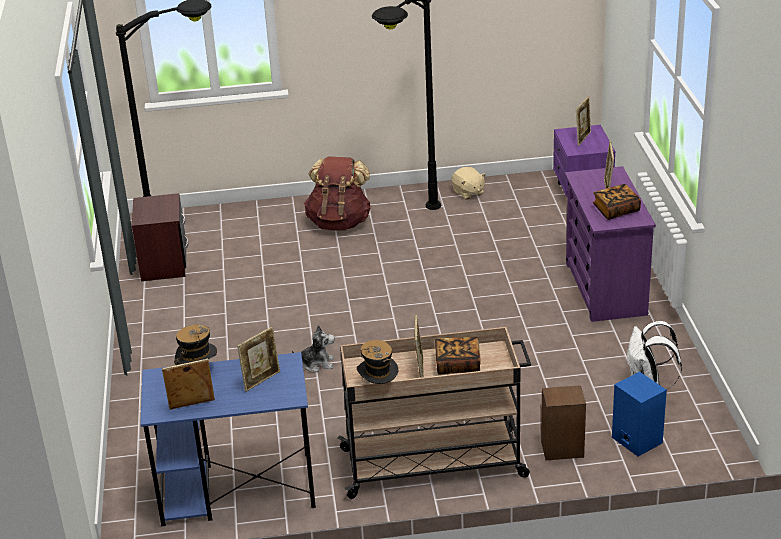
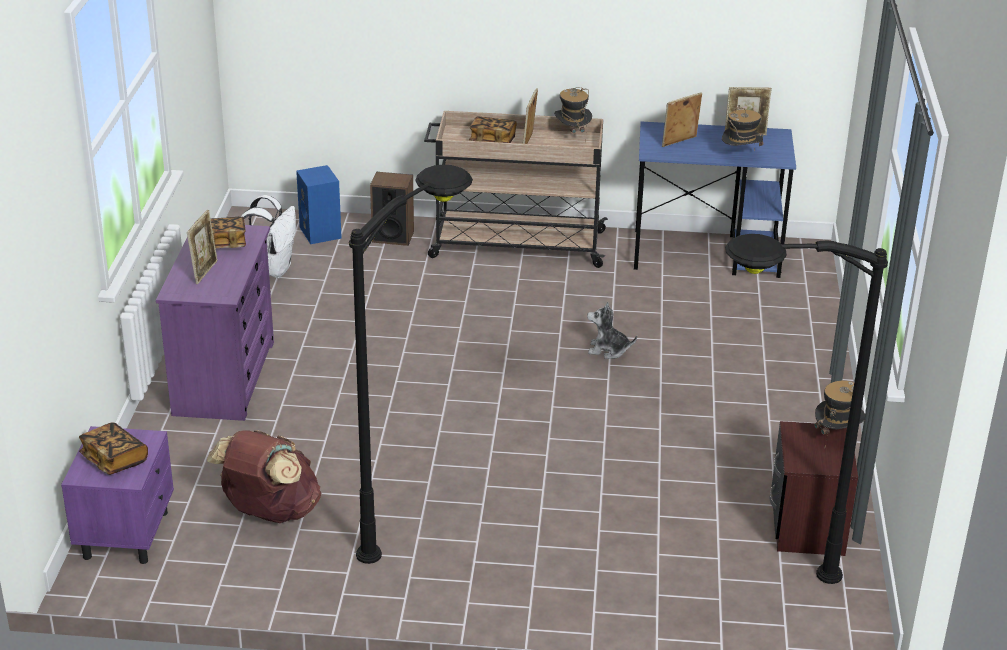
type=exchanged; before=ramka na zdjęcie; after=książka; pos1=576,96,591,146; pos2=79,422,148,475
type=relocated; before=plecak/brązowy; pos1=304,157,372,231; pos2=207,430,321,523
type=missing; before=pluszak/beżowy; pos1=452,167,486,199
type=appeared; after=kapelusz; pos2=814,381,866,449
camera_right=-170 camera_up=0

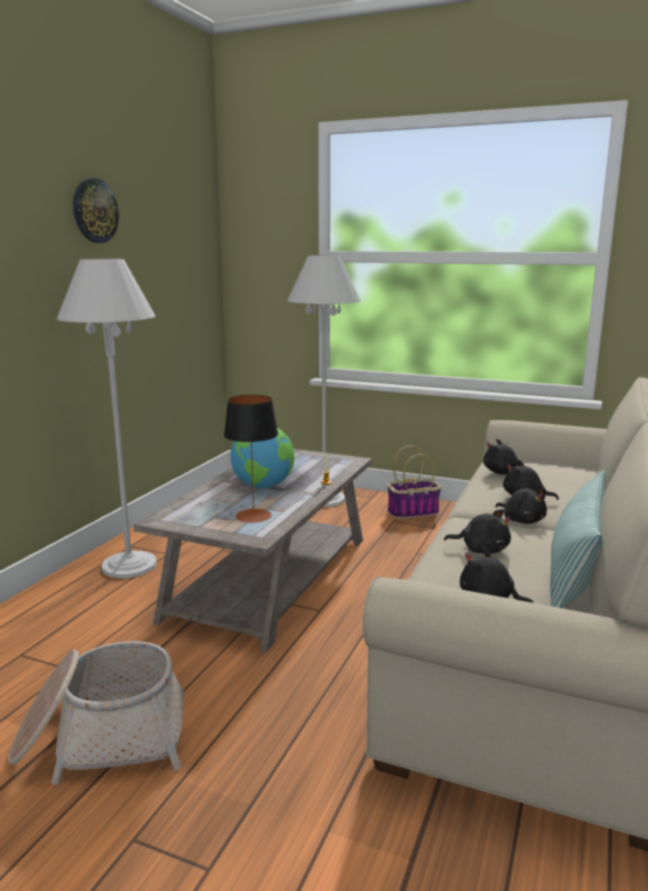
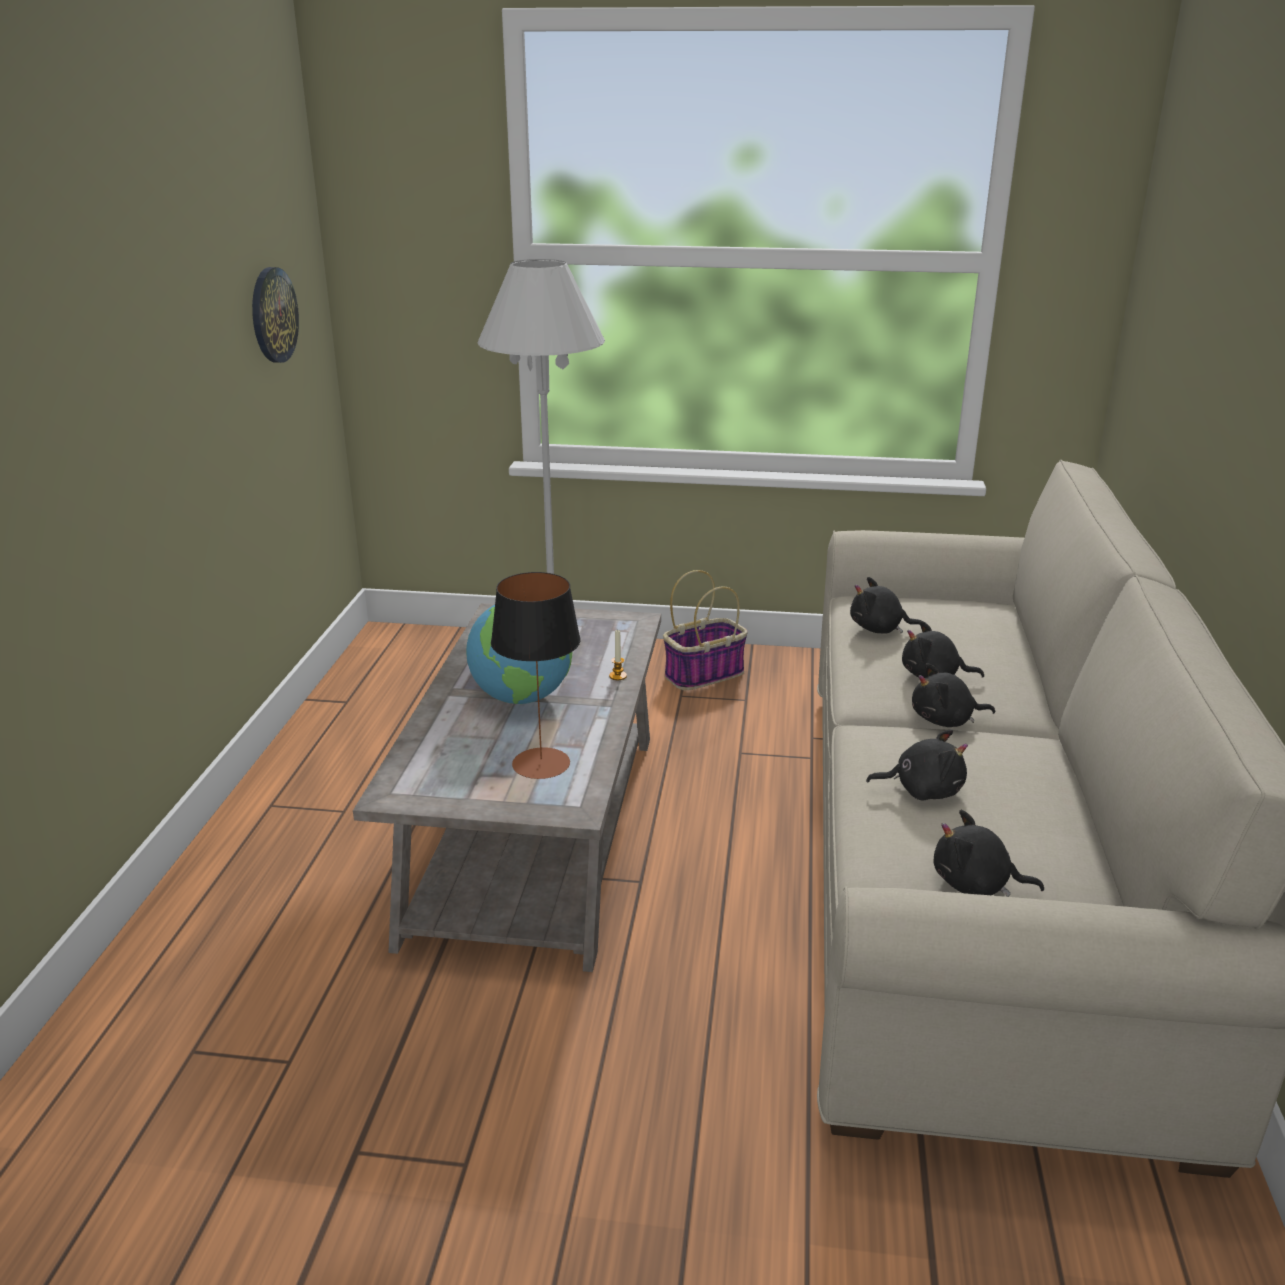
type=relocated; before=zegar ścienny; pos1=73,178,119,243; pos2=252,267,299,363
type=missing; before=lampa stojąca/biały; pos1=57,259,157,578
type=missing; before=poduszka; pos1=550,470,606,608
type=spun; before=pluszak/czarny; pos1=495,488,547,524; pos2=912,663,995,727; turn=135
type=missing; before=koszyk; pos1=8,641,185,785
camera_right=-15 camera_up=10

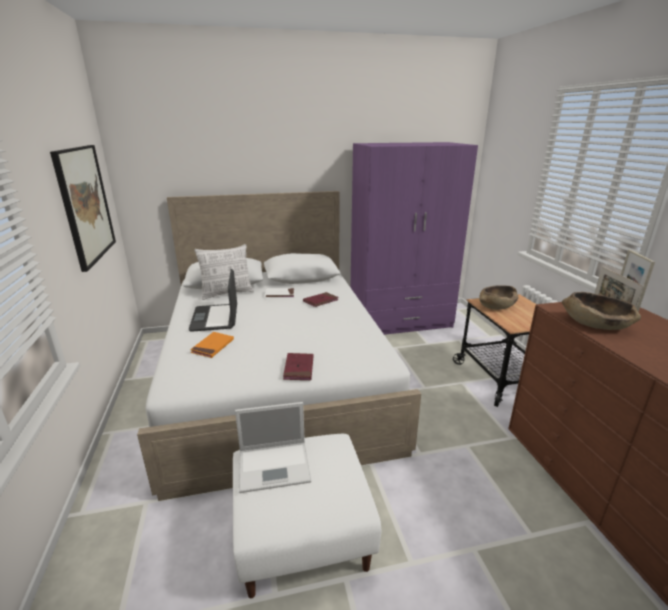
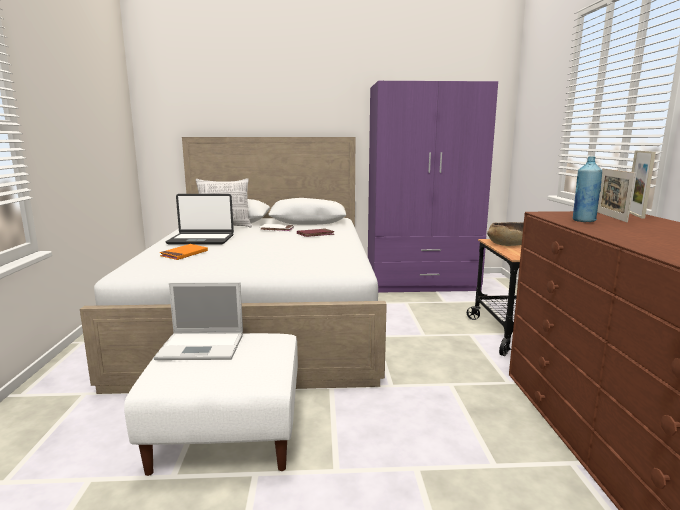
type=missing; before=obraz; pos1=50,145,116,272
type=spun; before=laptop; pos1=189,269,237,332; pos2=165,194,234,244; turn=-90
type=exchanged; before=miska/brązowy; after=butelka/niebieski; pos1=562,292,641,330; pos2=573,156,602,222
type=missing; before=książka/czerwony; pos1=283,353,314,380
camera_right=10 camera_up=-10

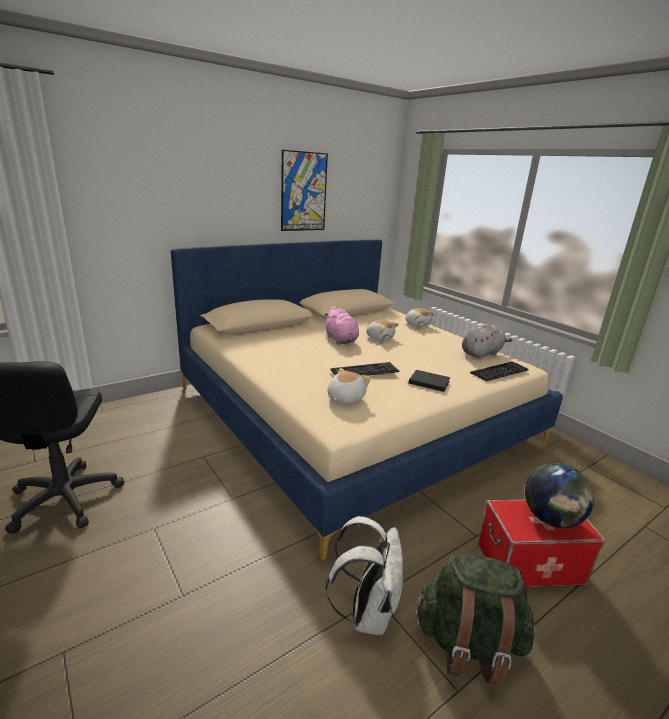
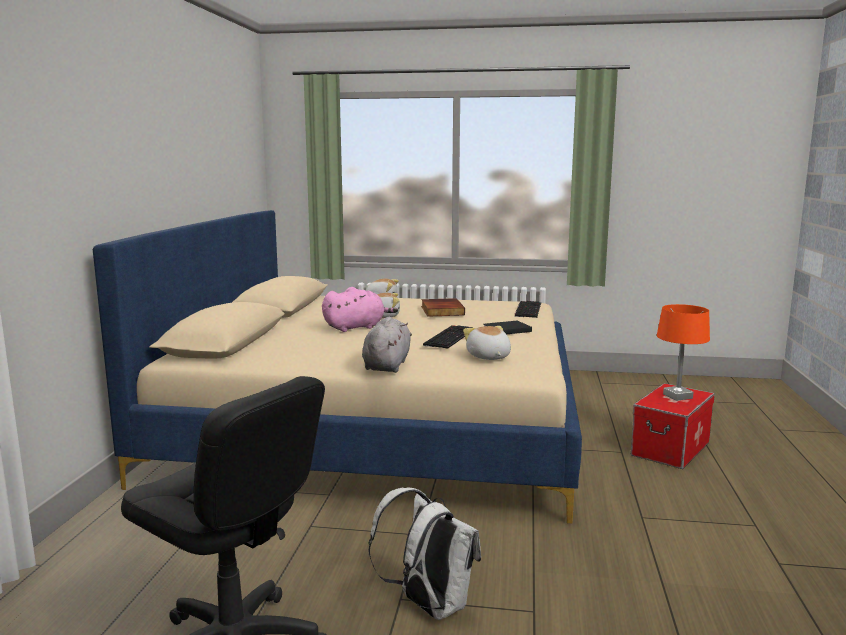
type=missing; before=obraz; pos1=281,150,328,231
type=spun; before=pluszak/różowy; pos1=324,306,359,344; pos2=322,287,398,332; turn=-45
type=relocated; before=pluszak/szary; pos1=462,324,512,359; pos2=362,317,412,373
type=exchanged; before=globus; after=lampa stołowa/pomarańczowy; pos1=525,463,594,528; pos2=657,304,710,401
type=relocated; before=plecak/biały; pos1=326,516,404,635; pos2=369,488,481,620
type=missing; before=plecak/zielony; pos1=415,554,535,684
type=appeared; after=książka; pos2=421,298,465,317
camera_right=-45 camera_up=-10

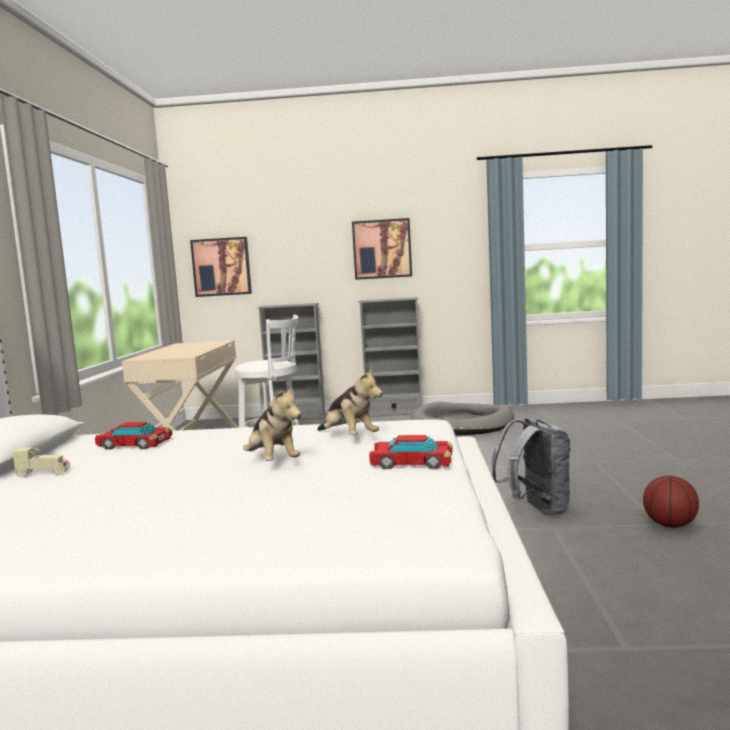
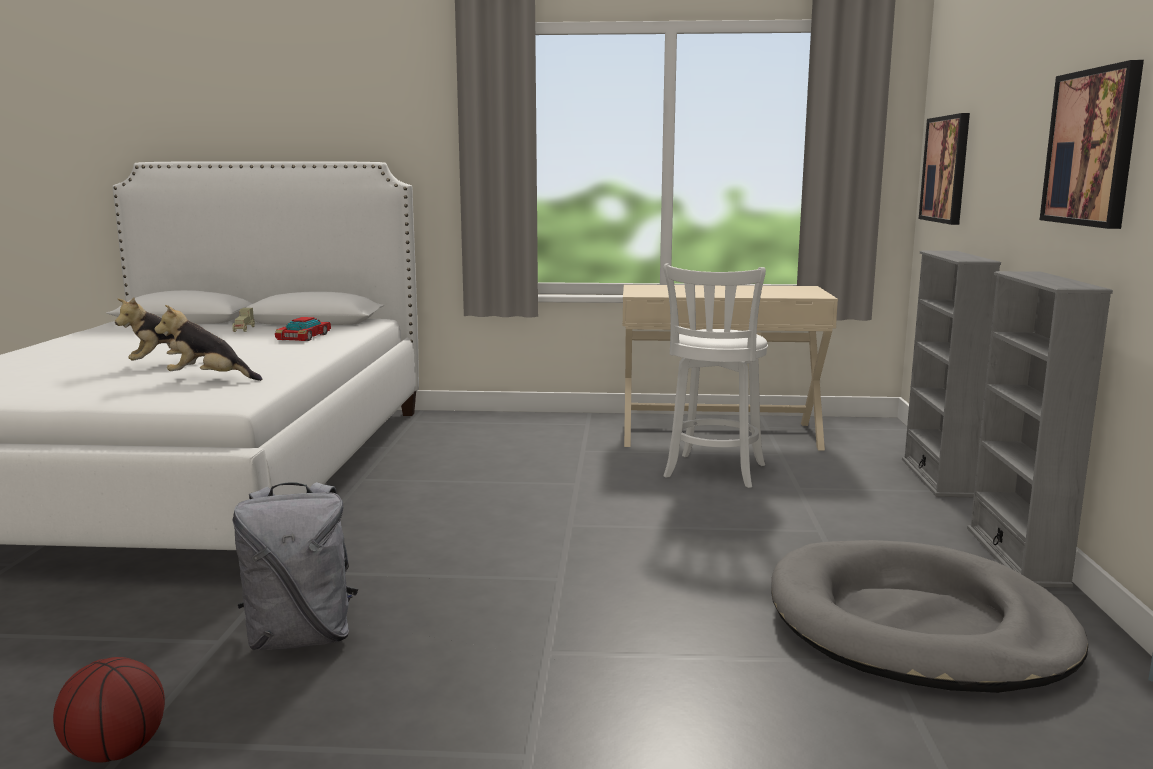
type=spun; before=pluszak; pos1=317,367,383,435; pos2=154,305,262,381; turn=45
type=missing; before=samochodzik; pos1=369,435,453,469
camera_right=90 camera_up=5

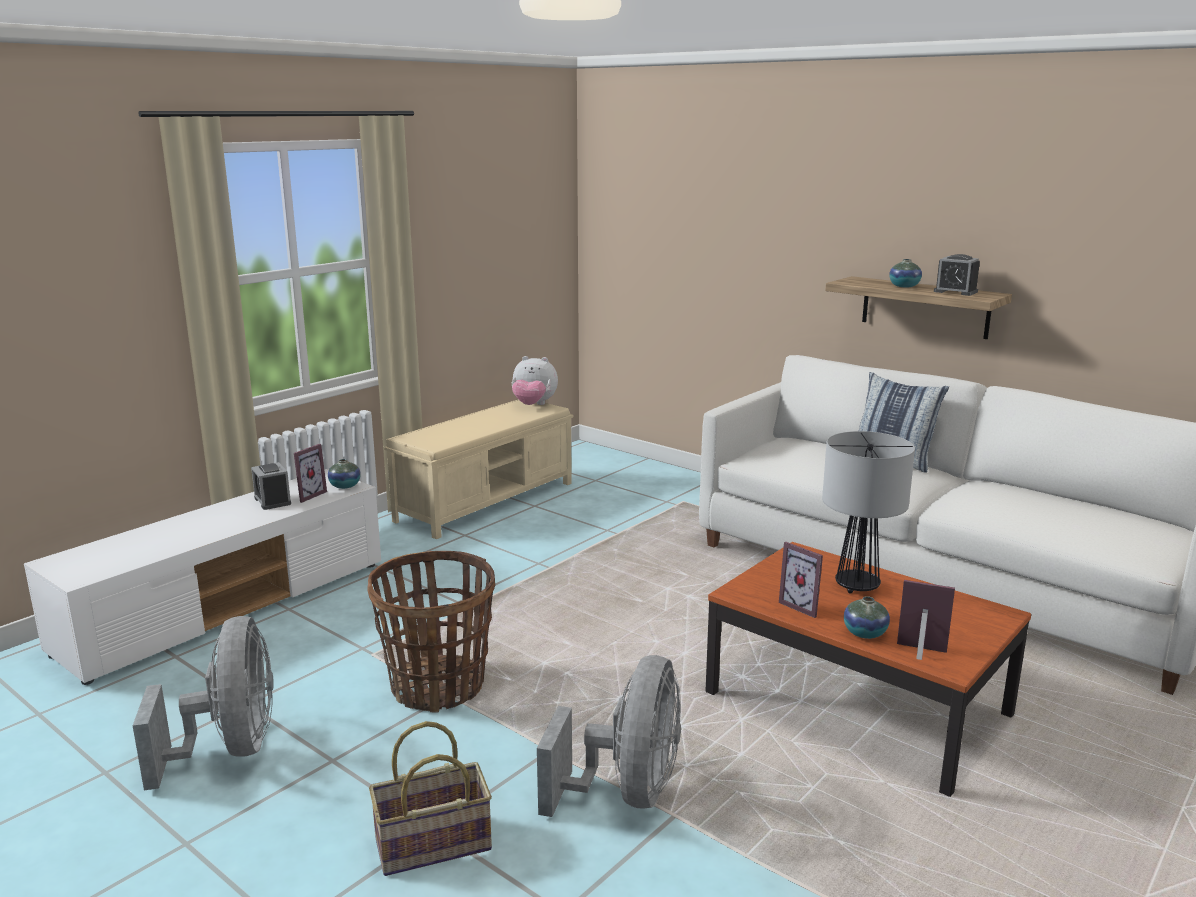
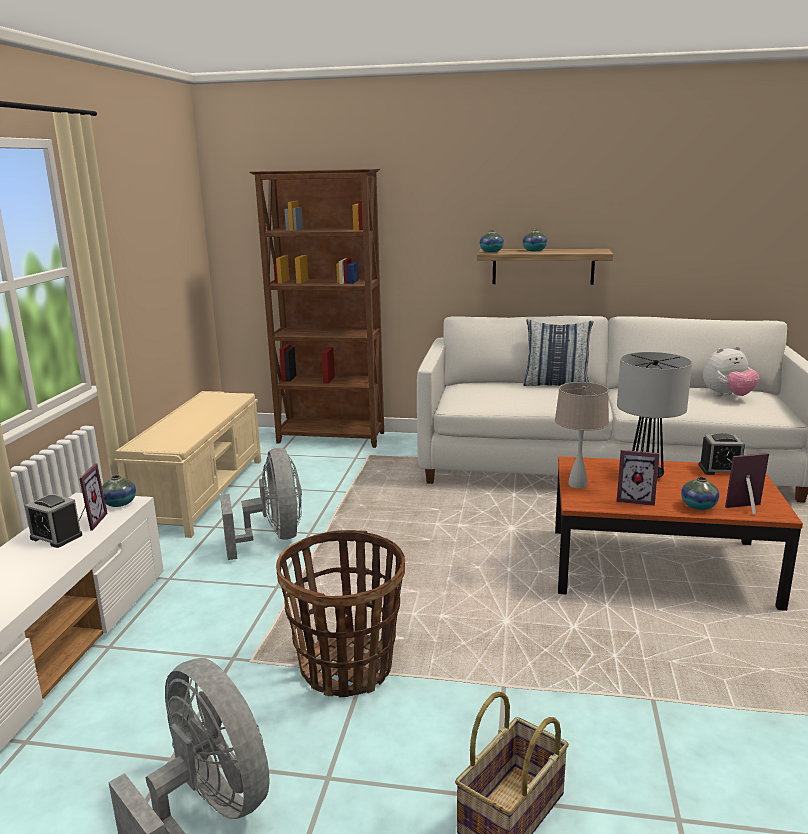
type=relocated; before=budzik; pos1=934,254,980,296; pos2=699,433,745,475
type=relocated; before=pluszak; pos1=512,356,558,405; pos2=703,346,760,396
type=relocated; before=wentylator/szary; pos1=537,655,681,817; pos2=220,448,302,560
type=appeared; after=regał/brązowy; pos2=249,169,384,448
type=appeared; after=wazon; pos2=480,230,504,252
type=appeared; after=lampa stołowa/beżowy; pos2=555,382,609,488
camera_right=-30 camera_up=0

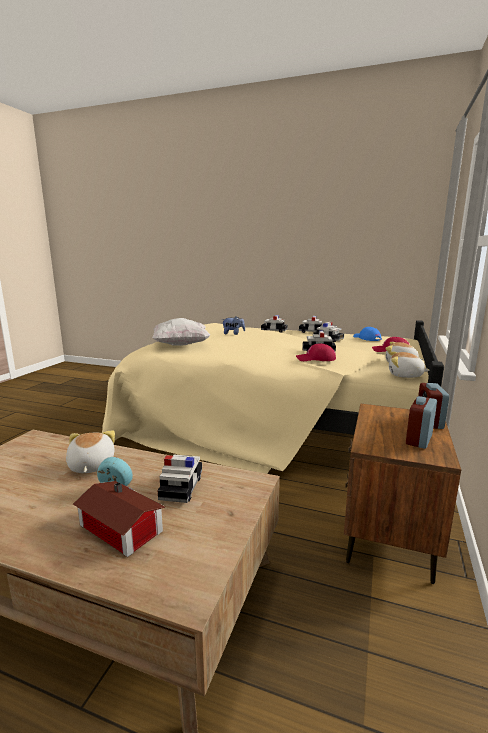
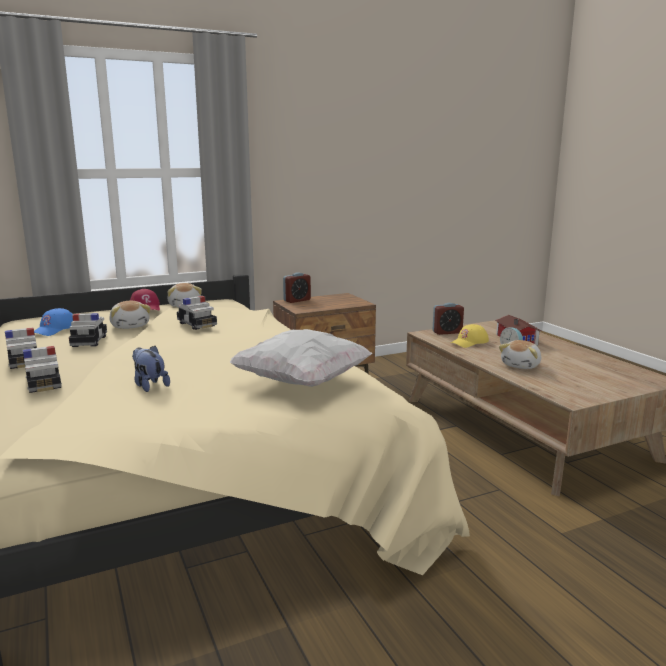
type=missing; before=czapka z daszkiem/czerwony; pos1=296,343,336,361
type=relocated; before=pluszak; pos1=389,351,429,378; pos2=109,301,151,329
type=relocated; before=budzik; pos1=406,396,437,449; pos2=433,303,464,335
type=exchanged; before=samochodzik; after=czapka z daszkiem/żółty; pos1=157,455,202,503; pos2=451,324,489,348
camera_right=-135 camera_up=0

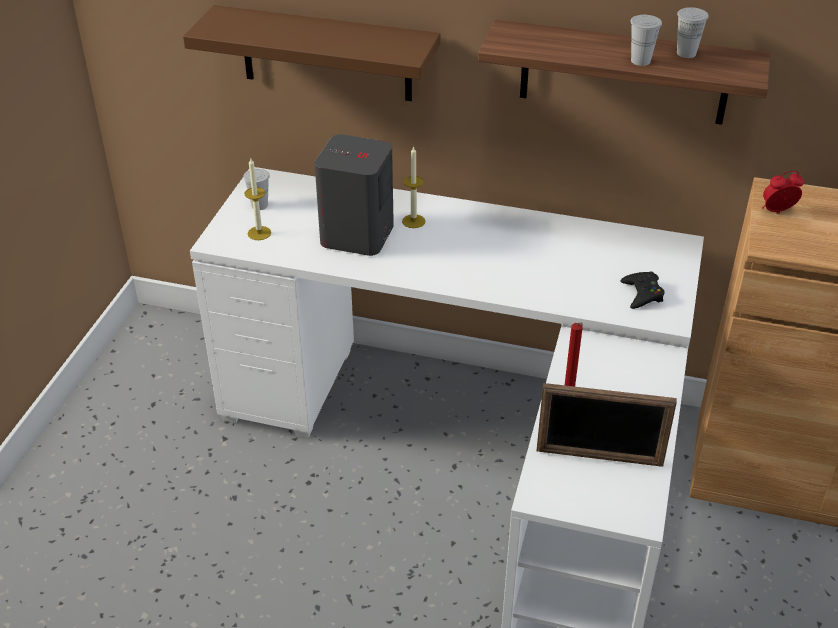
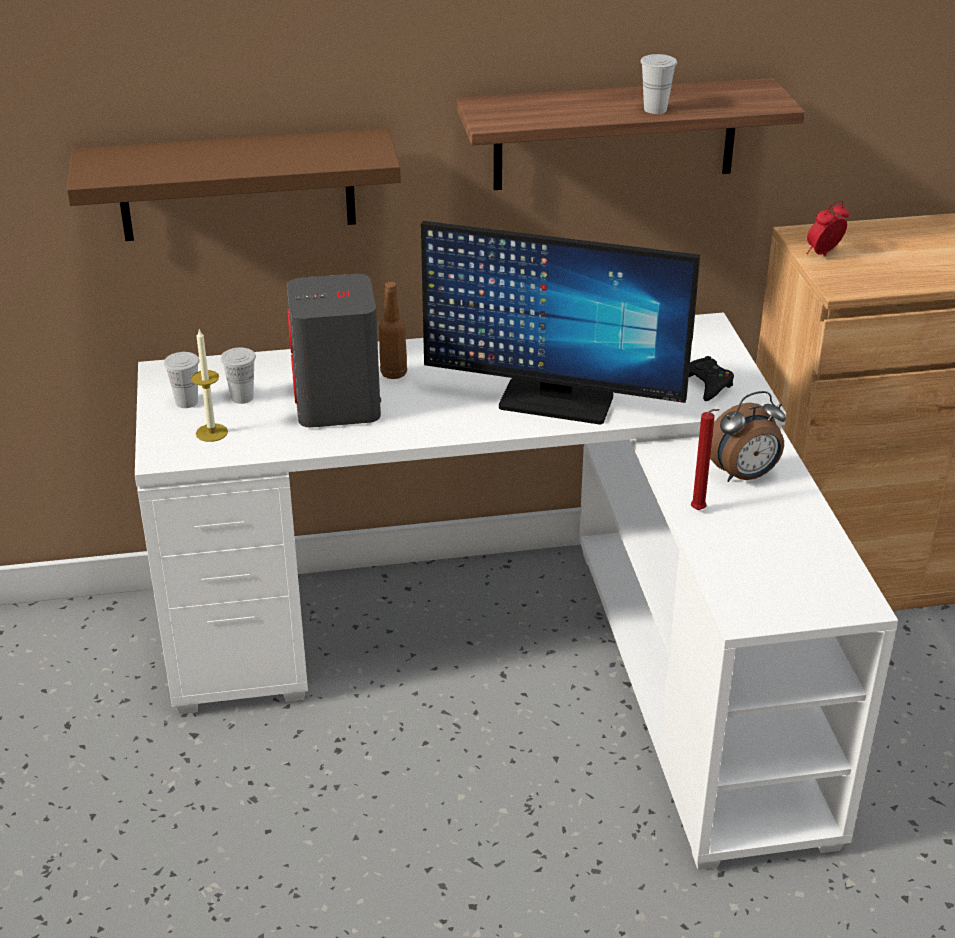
type=relocated; before=filiżanka/biały; pos1=677,7,709,58; pos2=220,348,256,404
type=exchanged; before=świeca; after=butelka/brązowy; pos1=402,146,425,228; pos2=379,282,407,379
type=missing; before=ramka na zdjęcie; pos1=536,383,677,467
type=appeared; after=monitor; pos2=421,221,700,424
type=appeared; after=budzik; pos2=710,391,786,482
camera_right=-25 camera_up=-5

